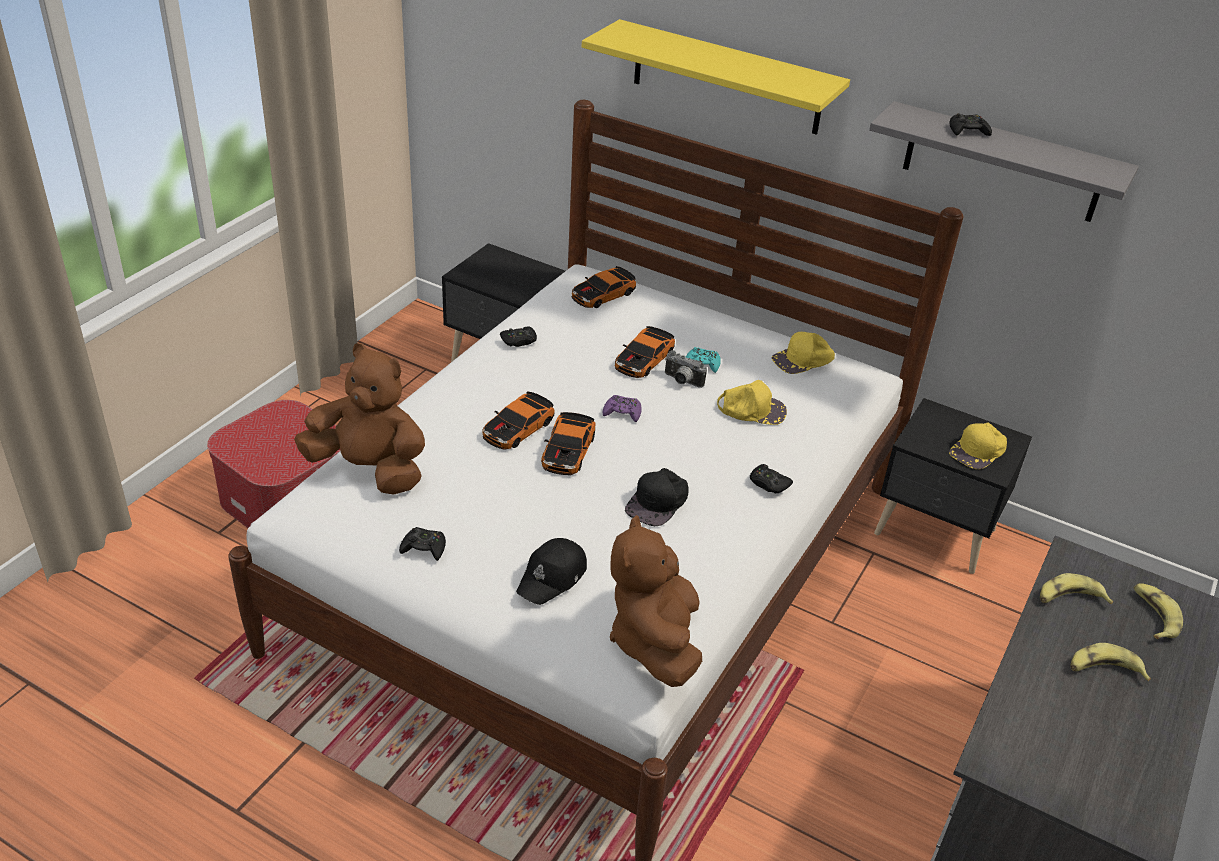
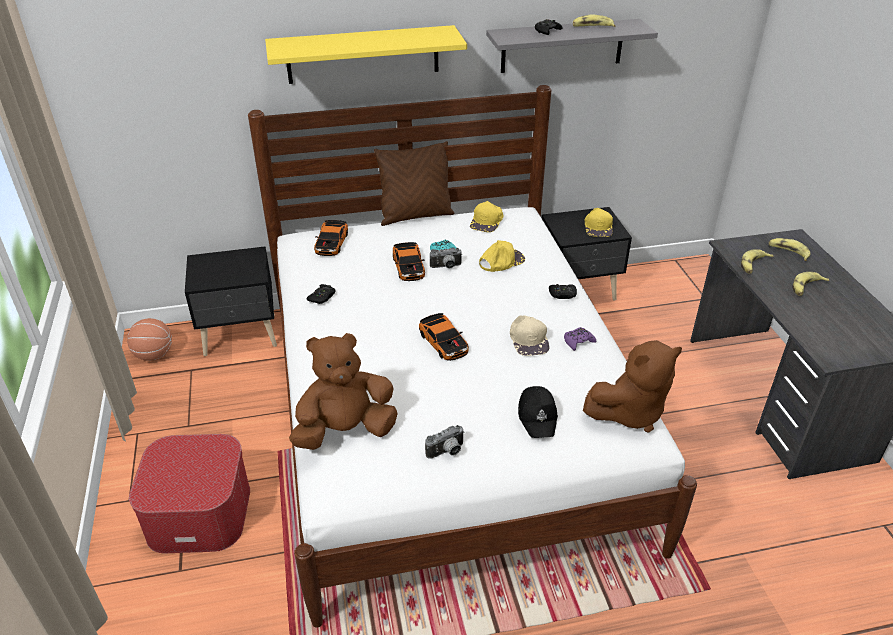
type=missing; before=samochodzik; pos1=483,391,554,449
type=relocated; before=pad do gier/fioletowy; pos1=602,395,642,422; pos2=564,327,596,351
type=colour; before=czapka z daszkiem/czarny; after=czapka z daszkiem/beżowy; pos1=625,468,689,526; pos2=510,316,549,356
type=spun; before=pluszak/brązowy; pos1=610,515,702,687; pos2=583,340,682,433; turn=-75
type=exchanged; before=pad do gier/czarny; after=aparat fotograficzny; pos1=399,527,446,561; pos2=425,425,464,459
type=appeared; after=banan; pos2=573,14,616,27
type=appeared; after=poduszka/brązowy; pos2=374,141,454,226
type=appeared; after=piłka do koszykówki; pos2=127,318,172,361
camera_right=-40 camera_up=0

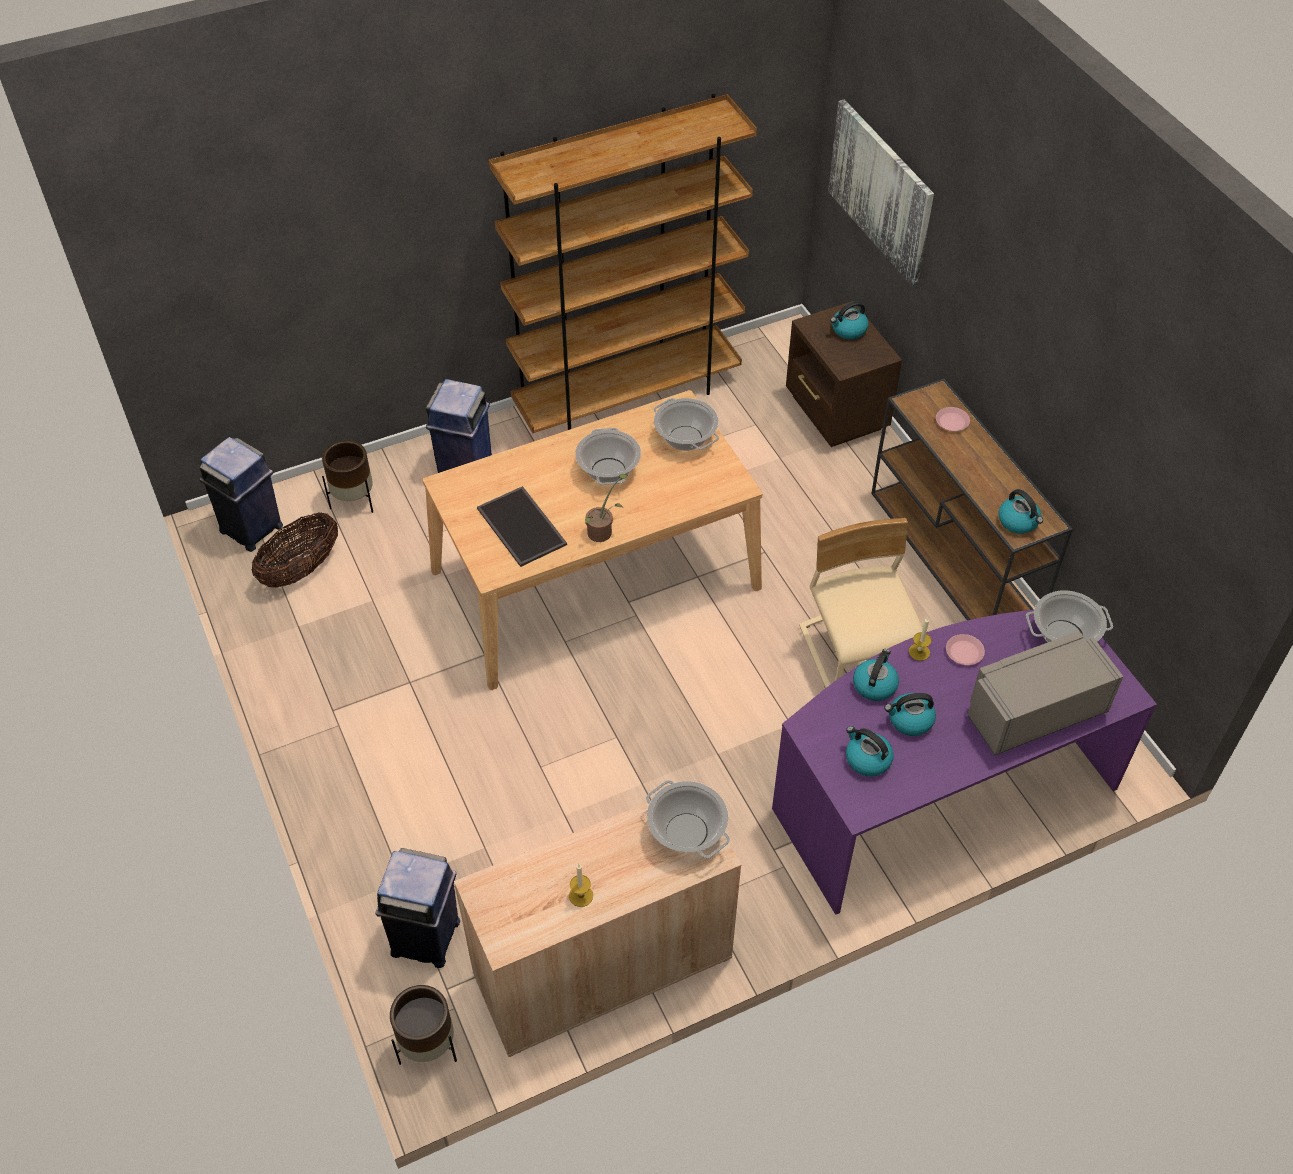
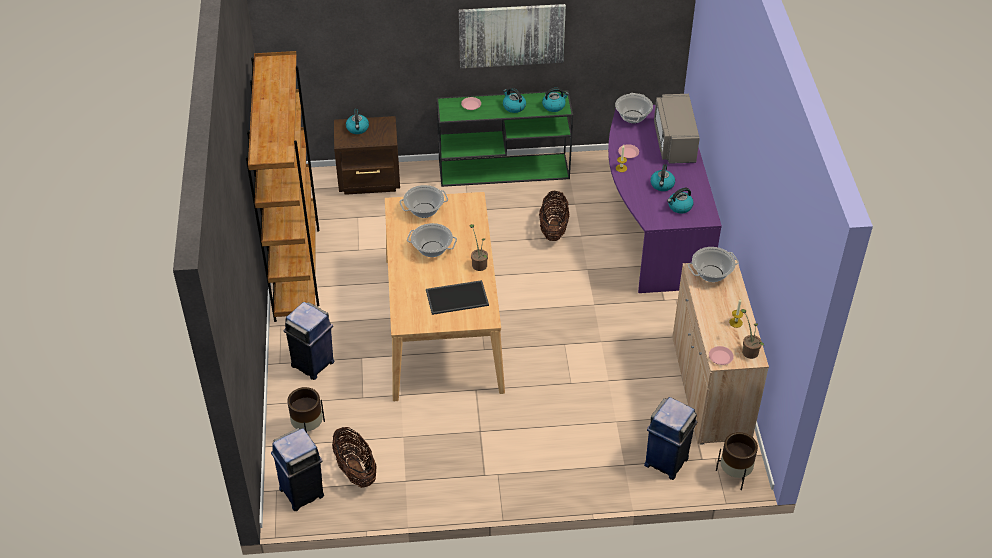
type=relocated; before=obraz; pos1=828,99,934,287; pos2=459,4,566,68
type=colour; before=stolik konsolowy/brązowy; after=stolik konsolowy/zielony; pos1=871,379,1073,620; pos2=437,90,573,187
type=exchanged; before=krzesło/beżowy; after=koszyk; pos1=799,518,923,688; pos2=539,191,569,241
type=relocated; before=czajnik; pos1=853,649,899,701; pos2=503,88,526,113
type=appeared; after=roślina doniczkowa; pos2=741,309,764,359
type=appeared; after=talerz/różowy; pos2=709,346,734,365
camera_right=-70 camera_up=-5

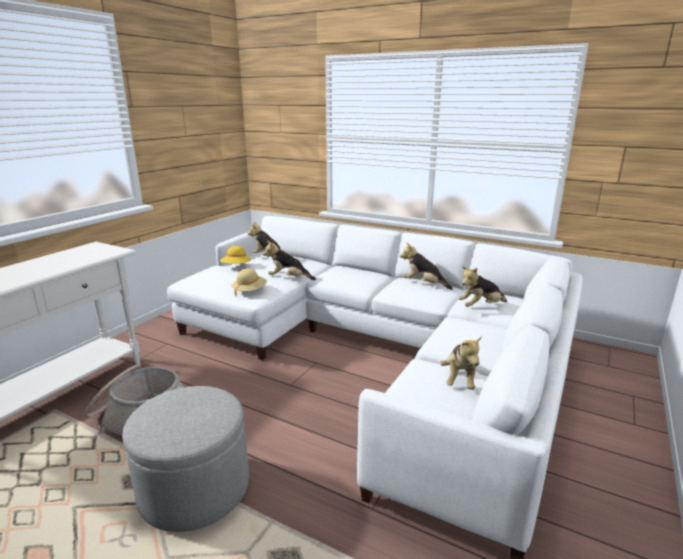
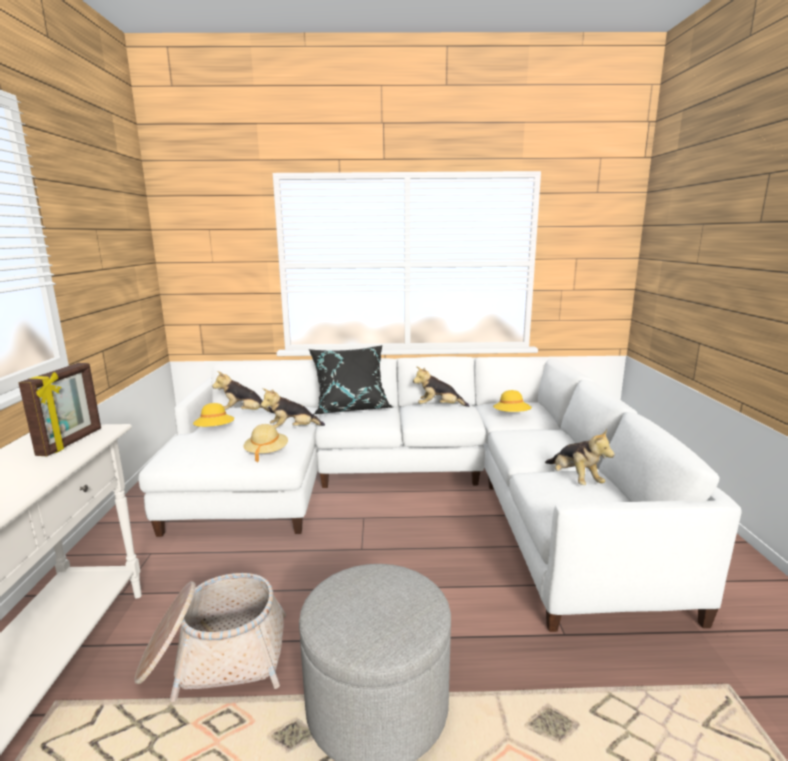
type=exchanged; before=pluszak; after=kapelusz/żółty; pos1=458,266,507,307; pos2=493,390,532,412
type=appeared; after=poduszka/czarny; pos2=309,345,393,414
type=appeared; after=ramka na zdjęcie; pos2=19,363,101,456
camera_right=-30 camera_up=-5

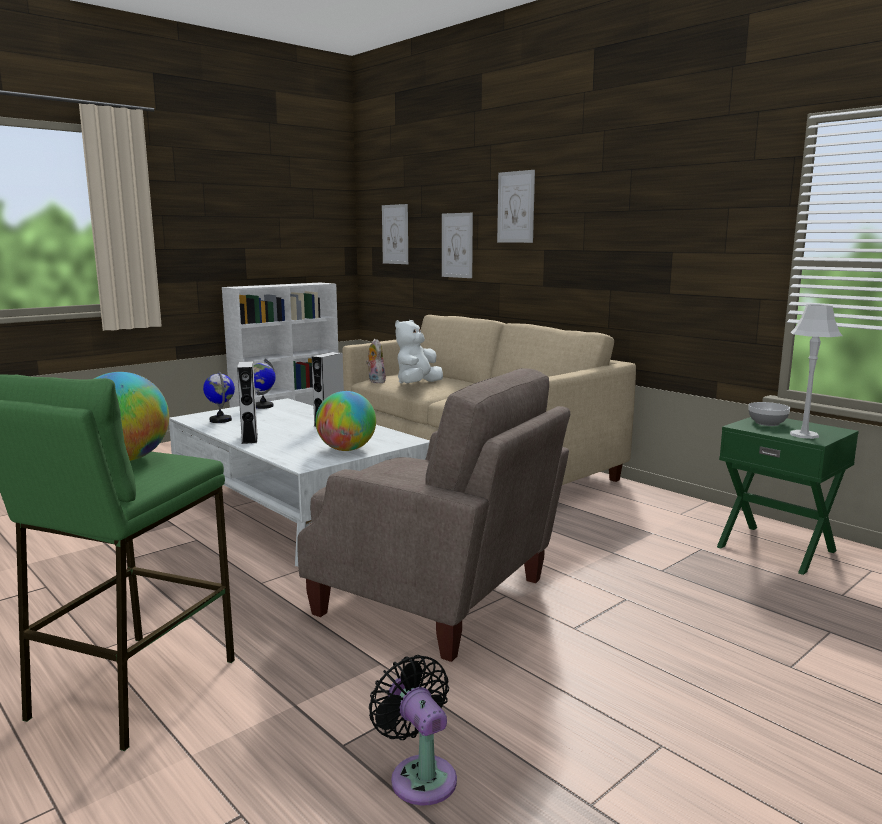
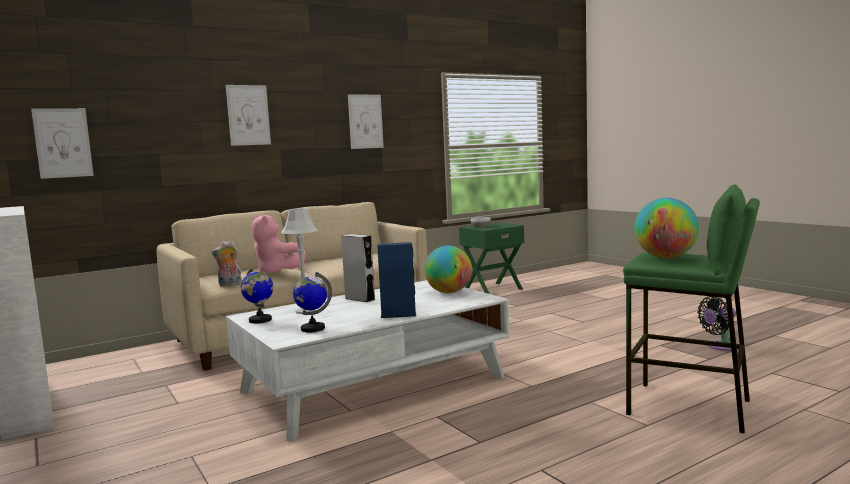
type=relocated; before=obraz; pos1=442,213,473,278; pos2=348,94,384,149
type=relocated; before=lampa stołowa/szary; pos1=790,304,842,439; pos2=282,208,318,314
type=colour; before=pluszak/biały; after=pluszak/różowy; pos1=395,320,443,383; pos2=252,215,306,273
type=colour; before=głośnik/szary; after=głośnik/niebieski; pos1=237,361,258,444; pos2=377,242,416,318
type=missing; before=fotel/beżowy; pos1=297,368,570,662
camera_right=-80 camera_up=-5

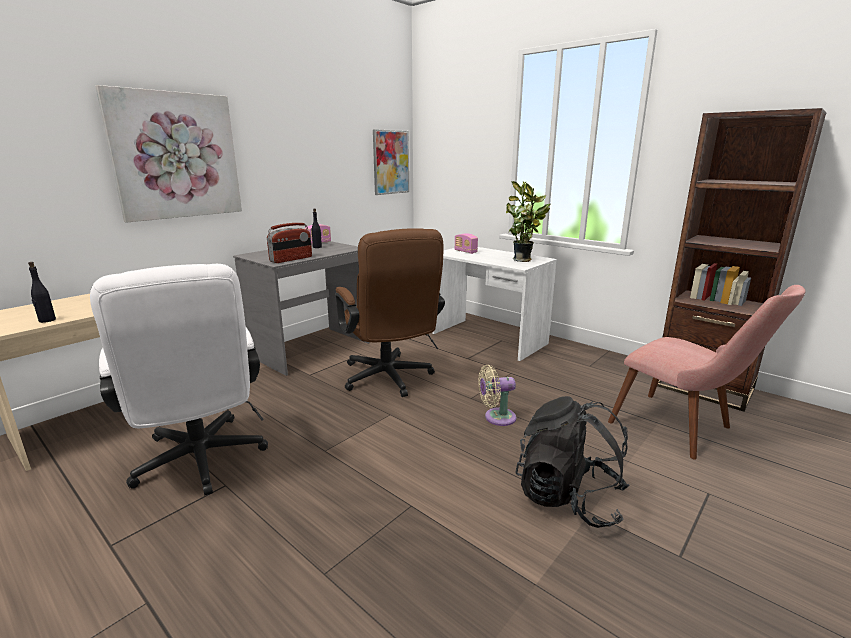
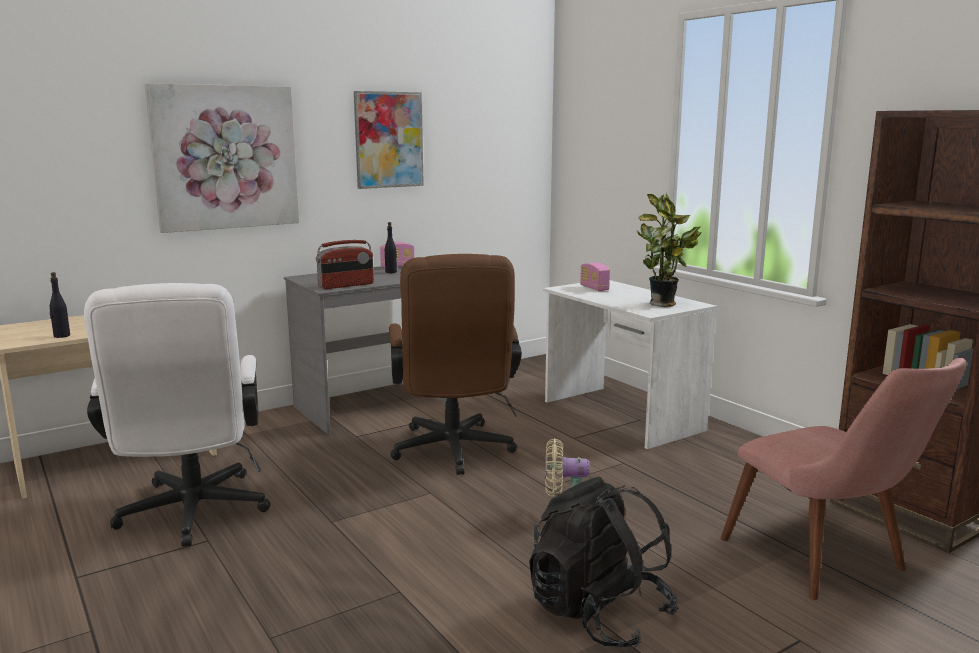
type=relocated; before=obraz; pos1=373,129,409,195; pos2=354,91,424,189
camera_right=15 camera_up=-5

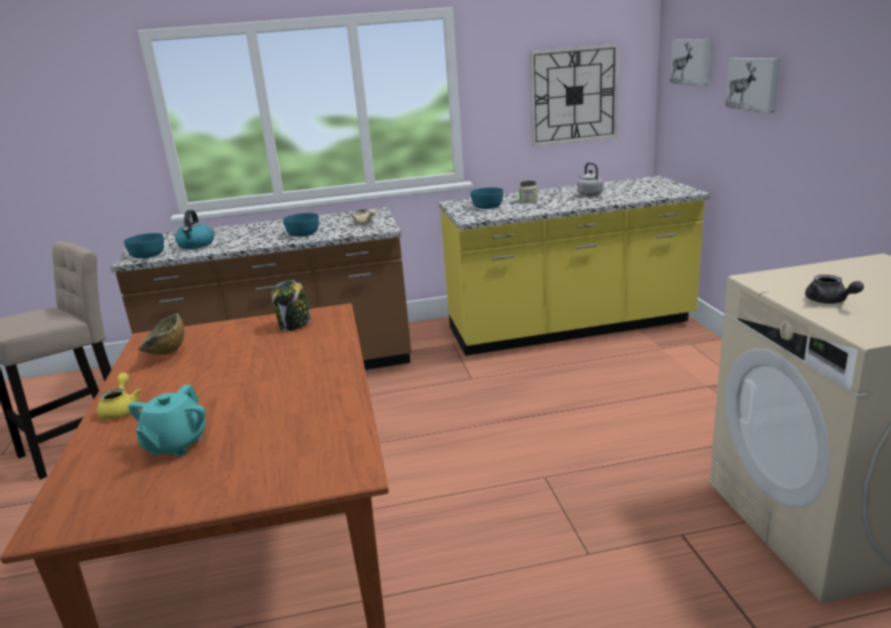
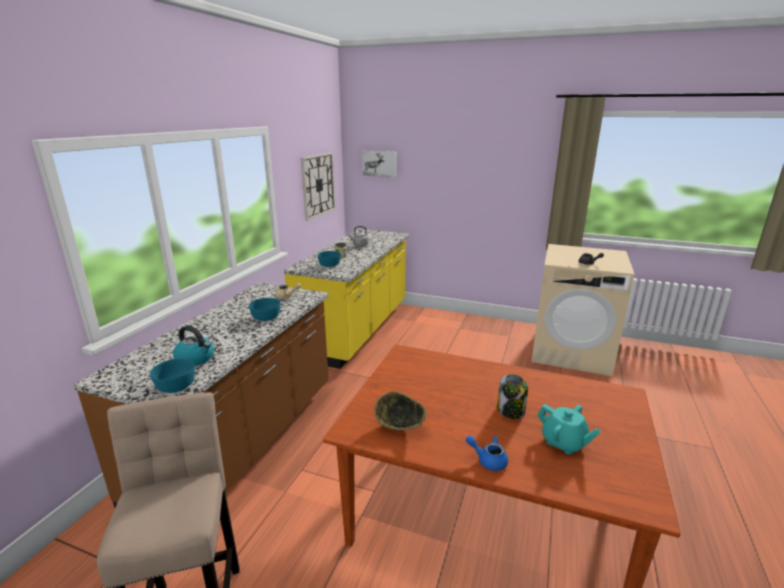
type=missing; before=obraz; pos1=725,58,780,113
type=relocated; before=słoik; pos1=271,280,312,331; pos2=497,374,528,419
type=colour; before=imbryk/żółty; after=imbryk/niebieski; pos1=97,373,141,420; pos2=466,436,508,471
camera_right=-60 camera_up=0

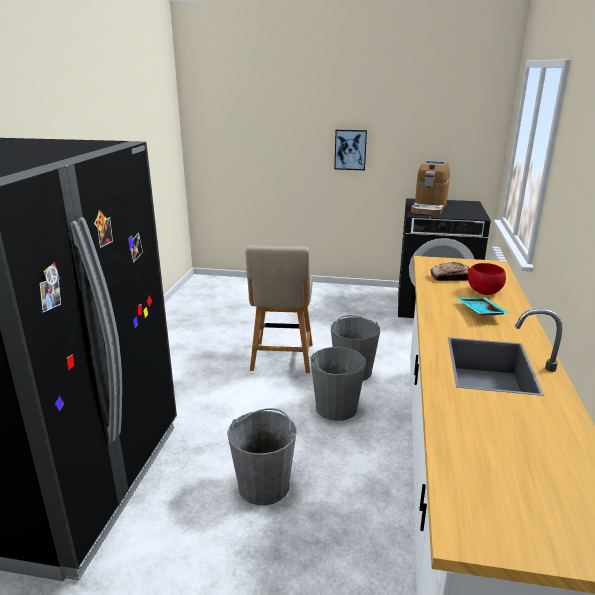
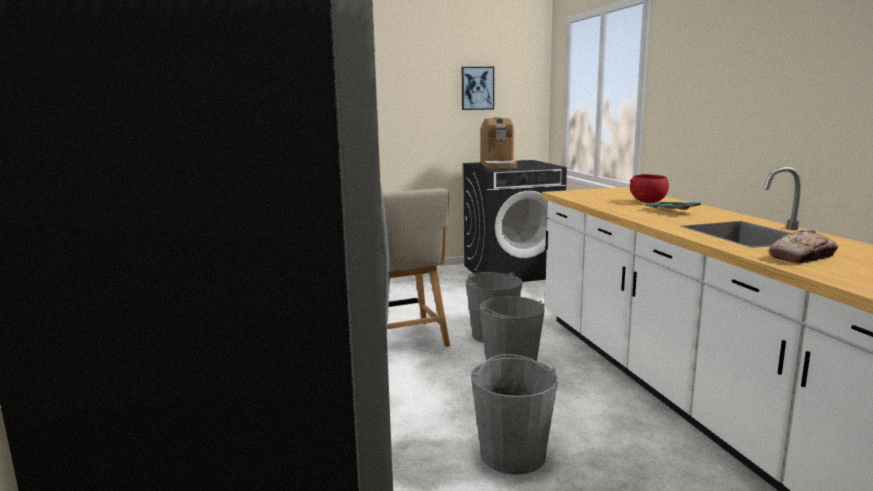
type=relocated; before=obraz; pos1=334,130,367,170; pos2=462,67,494,110
type=relocated; before=chleb; pos1=431,262,469,281; pos2=769,230,838,264
camera_right=-25 camera_up=-10

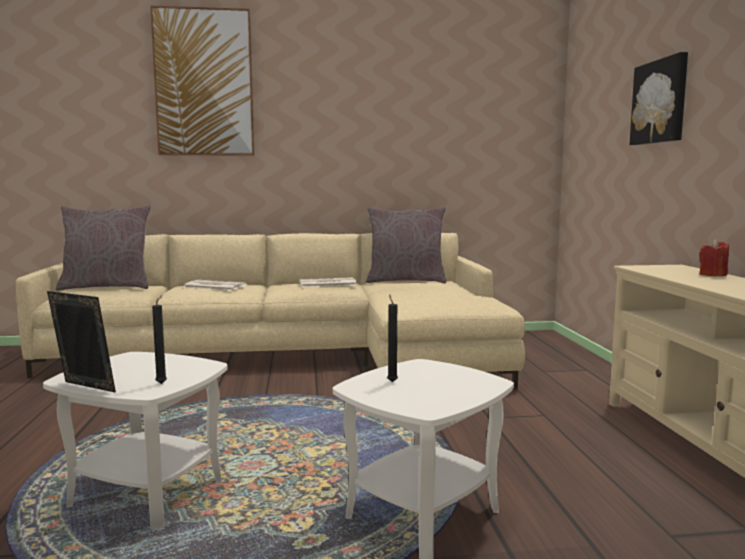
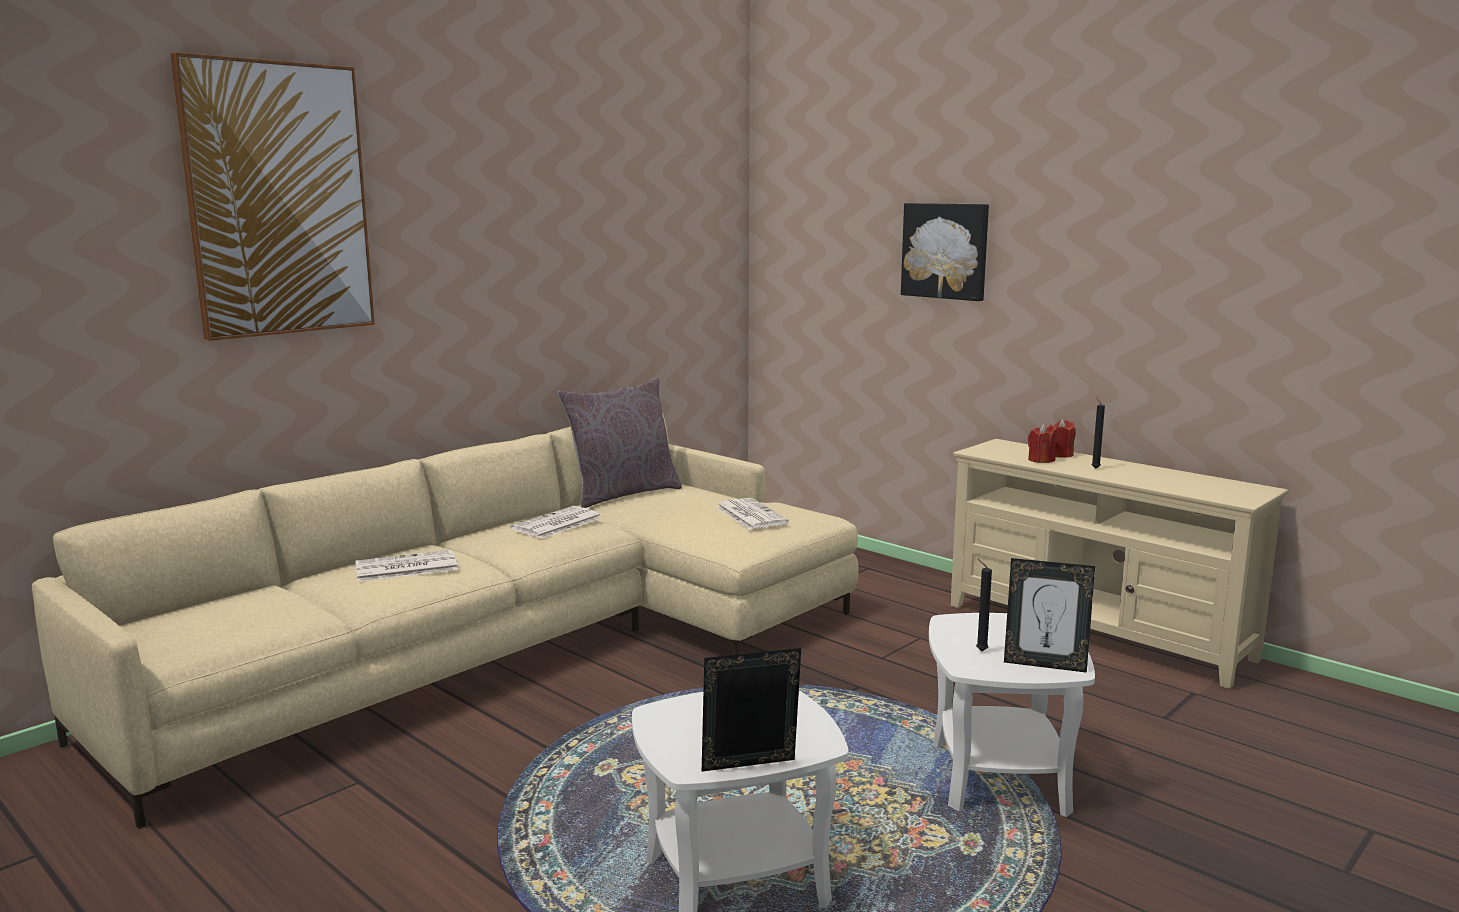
type=missing; before=poduszka/szary; pos1=56,205,151,291
type=relocated; before=świeca/czarny; pos1=152,295,167,384; pos2=1091,397,1105,469
type=appeared; after=świeca/czerwony; pos2=1028,424,1057,463
type=appeared; after=gazeta; pos2=716,498,789,529
type=appeared; after=ramka na zdjęcie; pos2=1004,558,1095,673
camera_right=-40 camera_up=5

